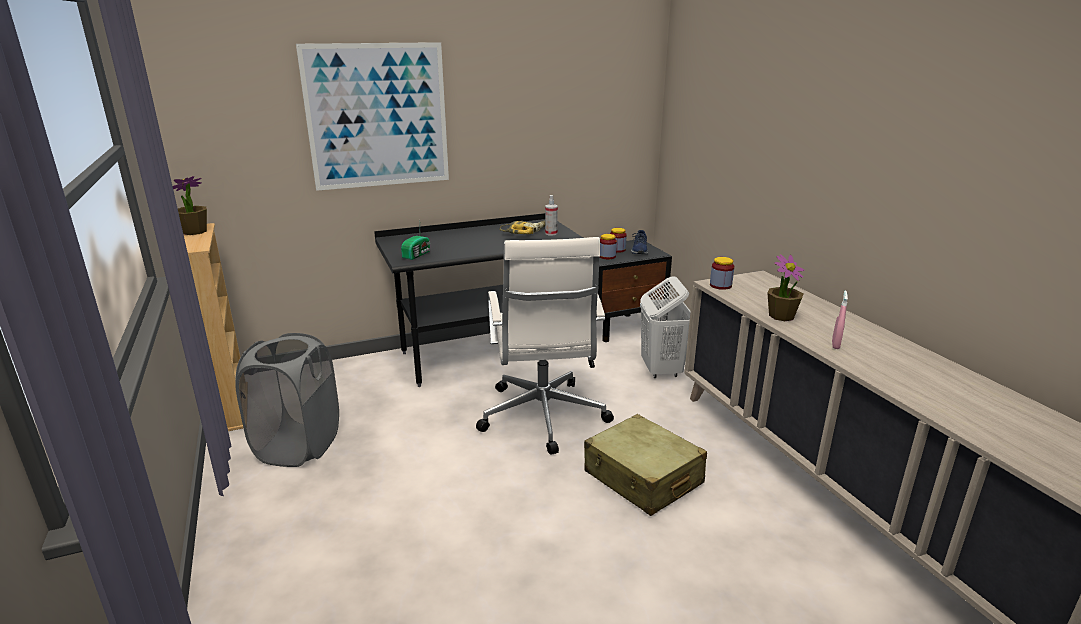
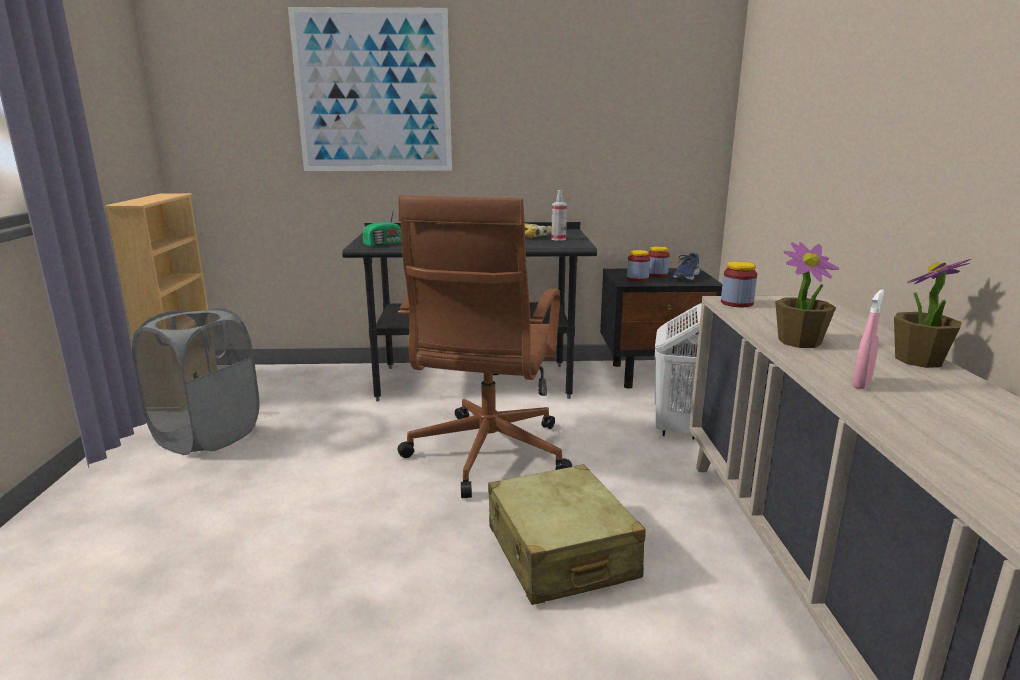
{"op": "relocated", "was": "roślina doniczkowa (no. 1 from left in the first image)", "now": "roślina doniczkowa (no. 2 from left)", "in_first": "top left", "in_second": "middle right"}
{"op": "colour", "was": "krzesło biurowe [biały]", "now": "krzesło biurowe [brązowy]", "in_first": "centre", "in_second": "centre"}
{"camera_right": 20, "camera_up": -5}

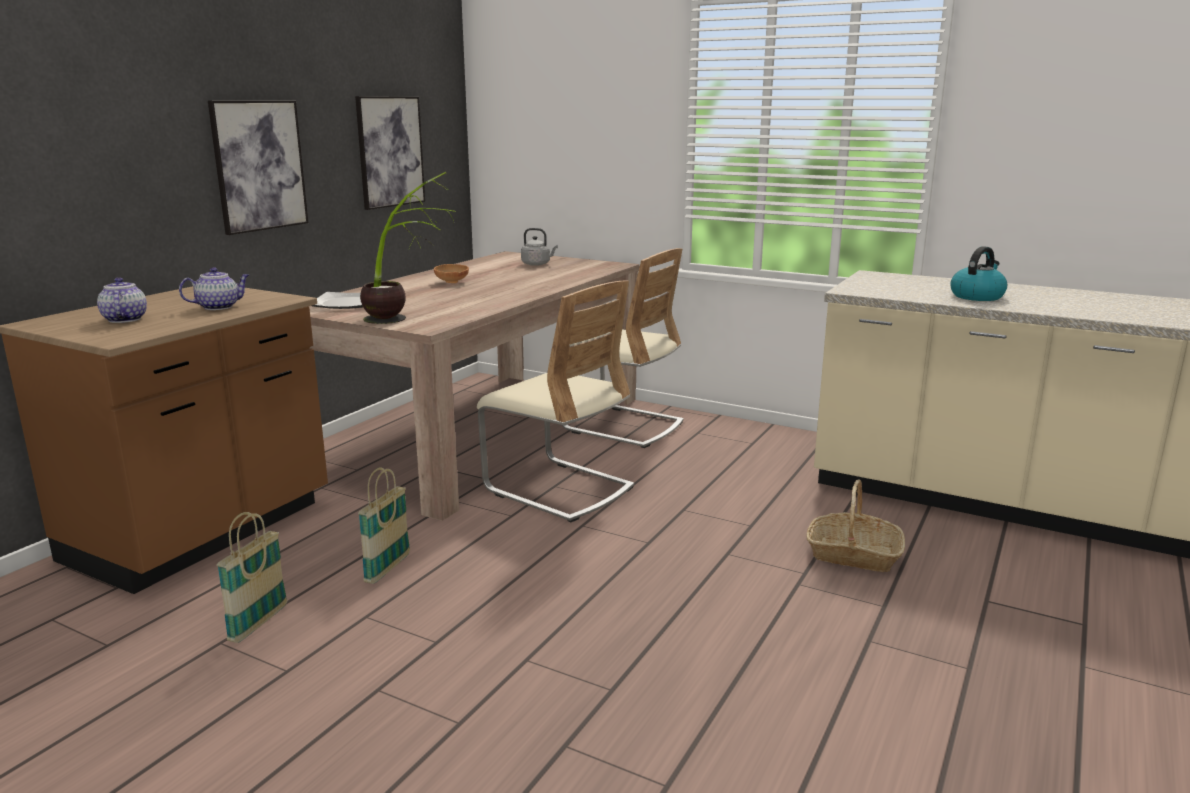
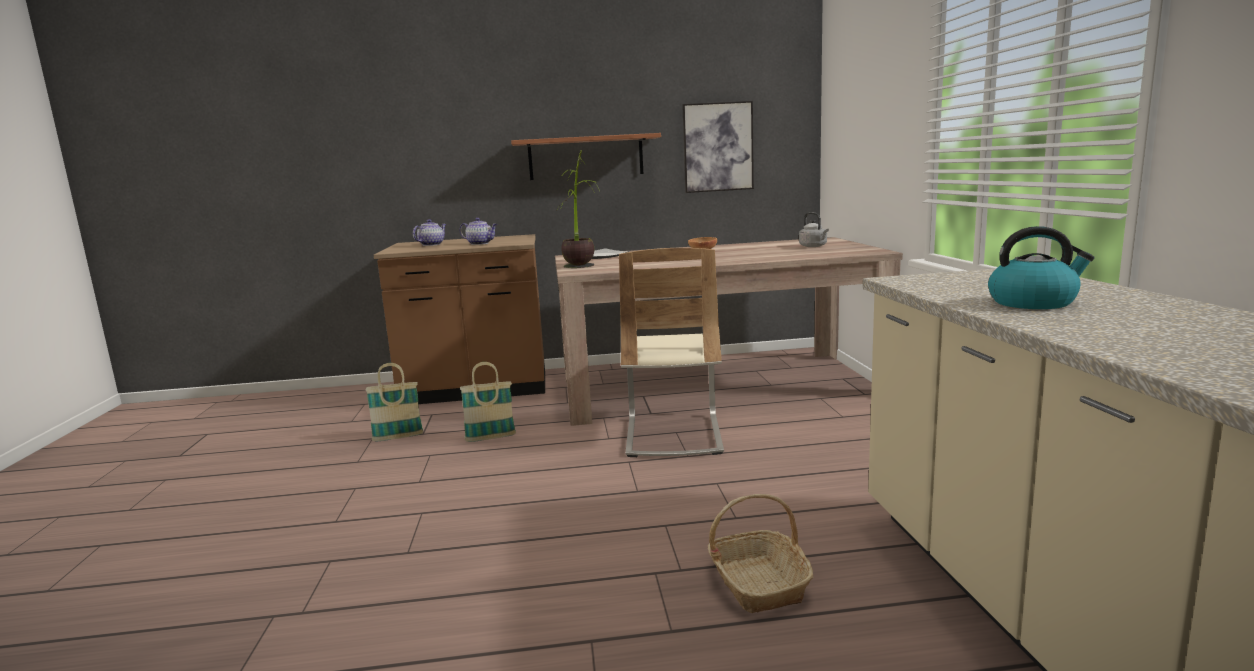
{"op": "exchanged", "was": "obraz (no. 1 from left)", "now": "półka", "in_first": "top left", "in_second": "top centre"}
{"op": "missing", "was": "krzesło [beżowy] (no. 2 from left)", "in_first": "centre"}
{"camera_right": 55, "camera_up": -5}

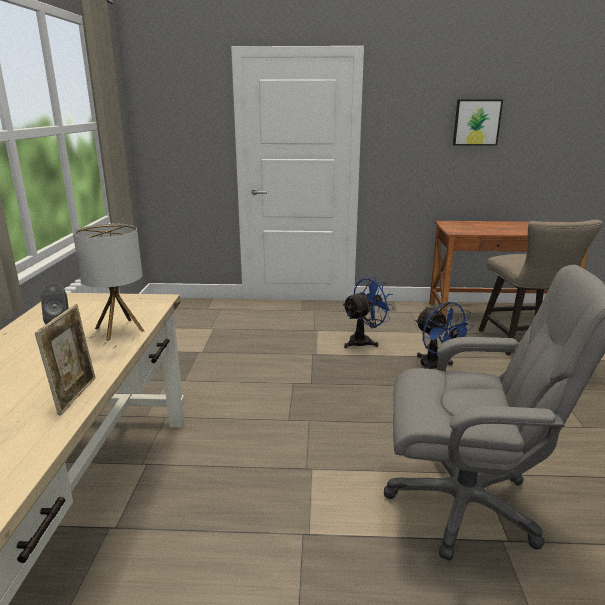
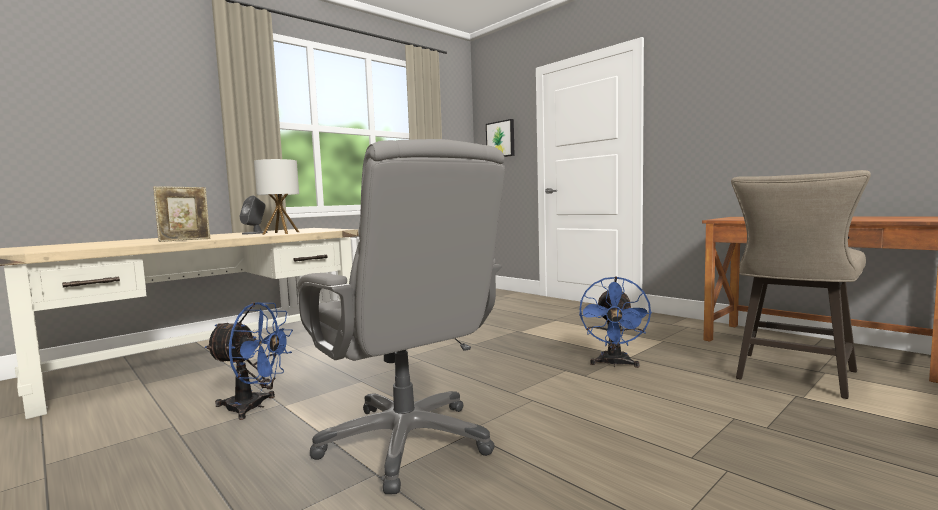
{"op": "relocated", "was": "wentylator [niebieski] (no. 1 from left)", "in_first": "centre", "in_second": "bottom left"}
{"op": "relocated", "was": "obraz", "in_first": "top right", "in_second": "top centre"}
{"camera_right": 45, "camera_up": -15}

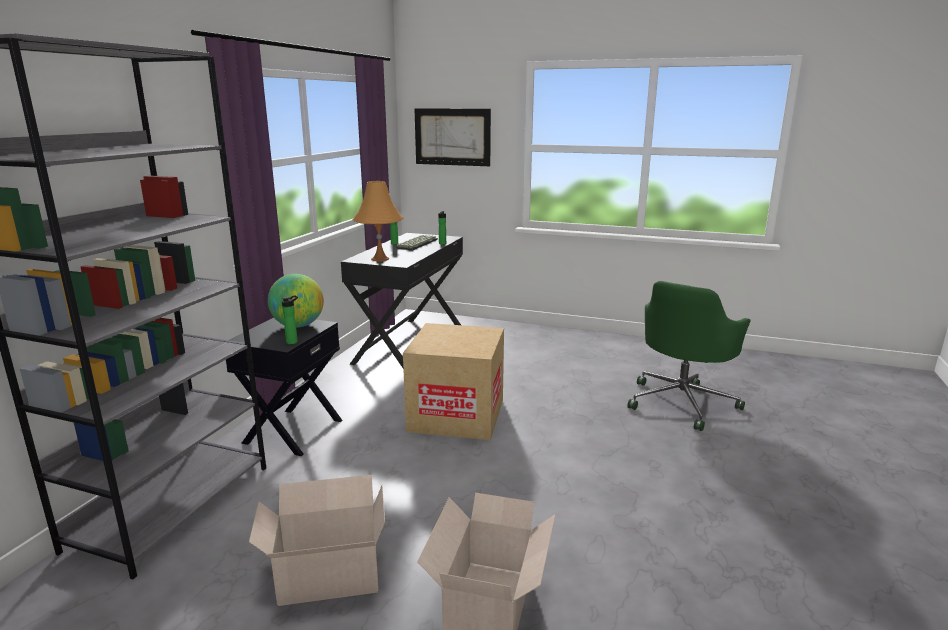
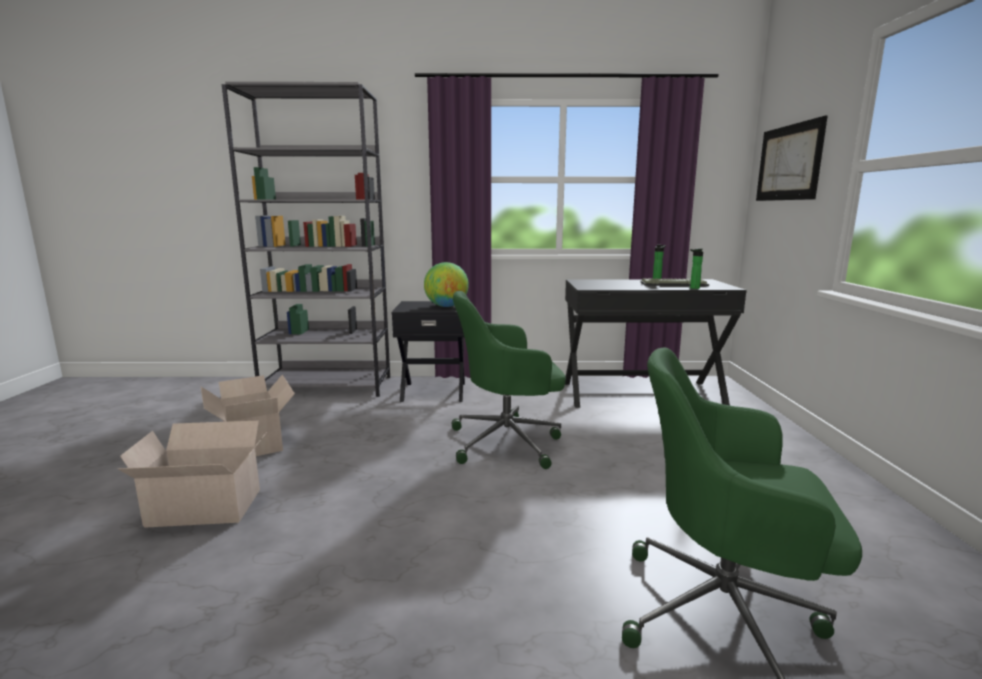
{"op": "missing", "was": "butelka (no. 1 from left)", "in_first": "middle left"}
{"op": "missing", "was": "lampa stołowa [pomarańczowy]", "in_first": "centre"}
{"op": "exchanged", "was": "karton (no. 2 from left)", "now": "krzesło biurowe [zielony] (no. 1 from left)", "in_first": "centre", "in_second": "centre"}
{"camera_right": 70, "camera_up": -5}

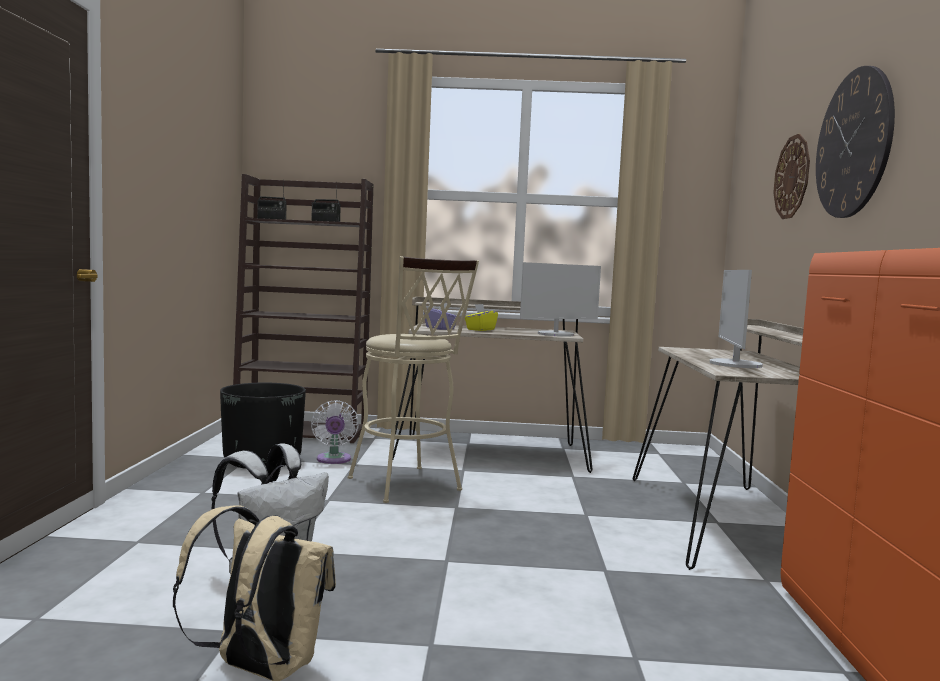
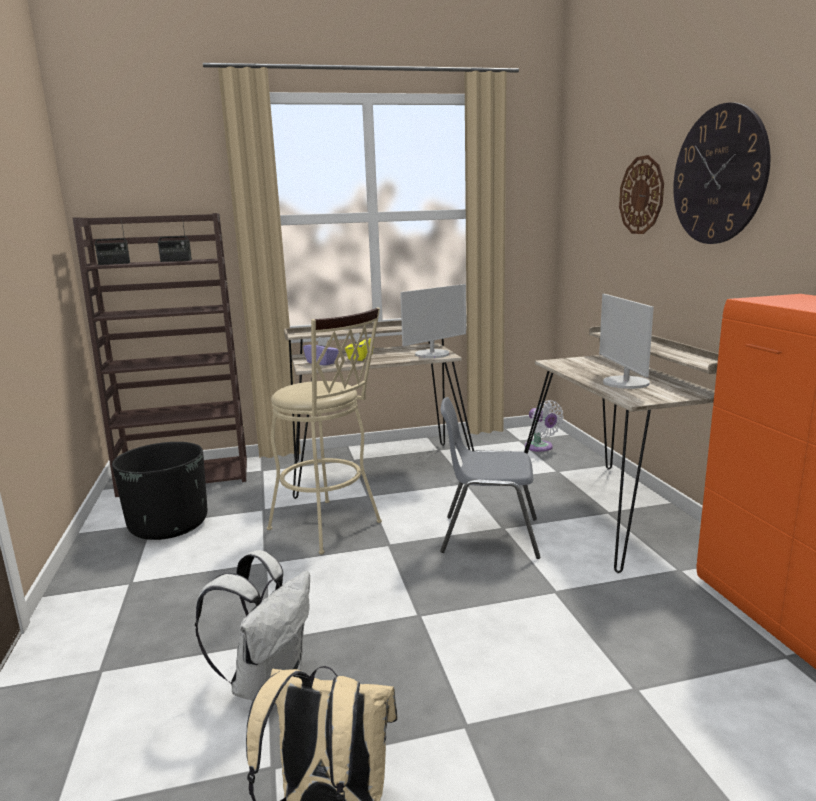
{"op": "relocated", "was": "wentylator [biały]", "in_first": "centre", "in_second": "middle right"}
{"op": "appeared", "now": "krzesło [szary]", "in_second": "centre"}
{"camera_right": -15, "camera_up": 10}

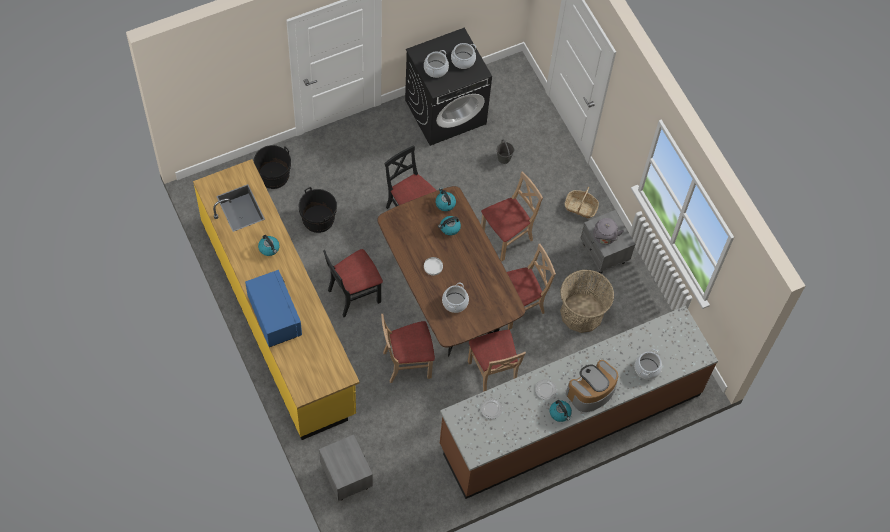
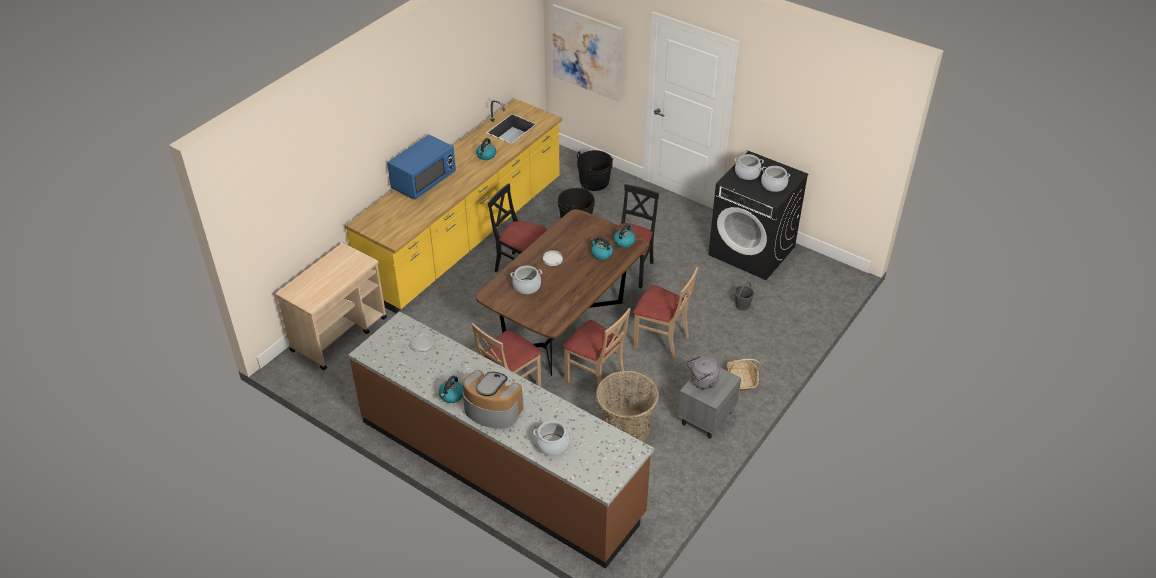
{"op": "exchanged", "was": "szafka nocna [szary] (no. 1 from left)", "now": "wózek [beżowy]", "in_first": "bottom centre", "in_second": "middle left"}
{"op": "missing", "was": "krzesło [beżowy] (no. 1 from left)", "in_first": "centre"}
{"op": "appeared", "now": "obraz", "in_second": "top centre"}
{"camera_right": 65, "camera_up": -20}

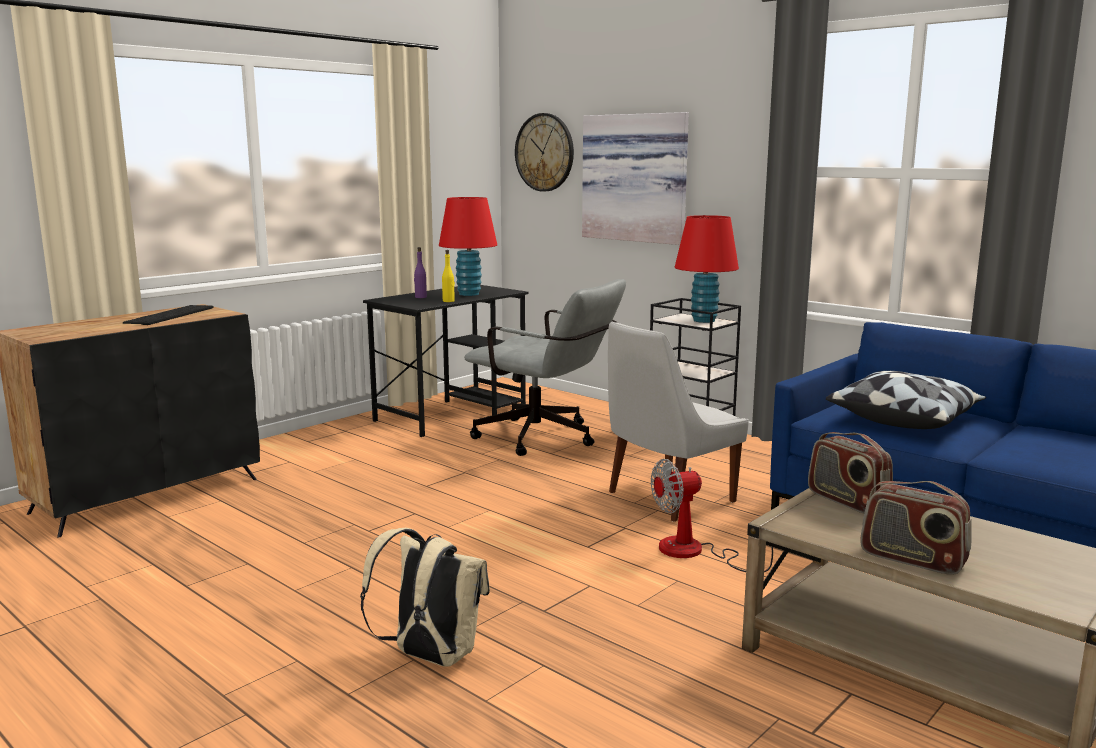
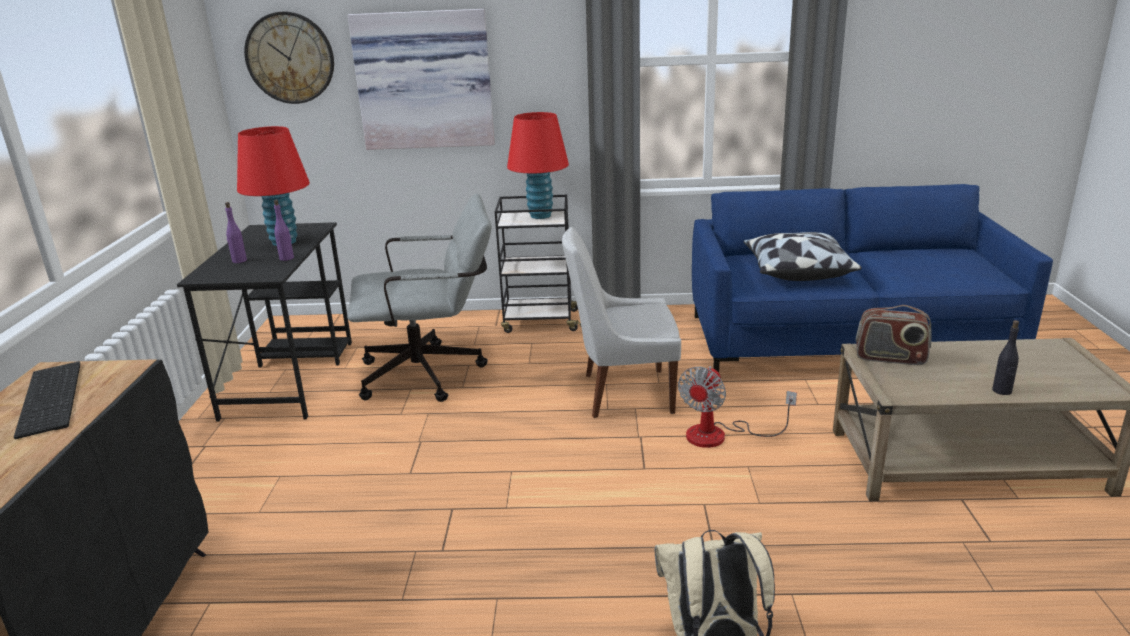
{"op": "colour", "was": "butelka [żółty]", "now": "butelka [fioletowy] (no. 2 from left)", "in_first": "centre", "in_second": "middle left"}
{"op": "spun", "was": "krzesło [biały]", "in_first": "centre", "in_second": "centre", "clockwise": 75}
{"op": "exchanged", "was": "radio (no. 2 from left)", "now": "butelka [czarny]", "in_first": "bottom right", "in_second": "middle right"}
{"camera_right": -40, "camera_up": 10}

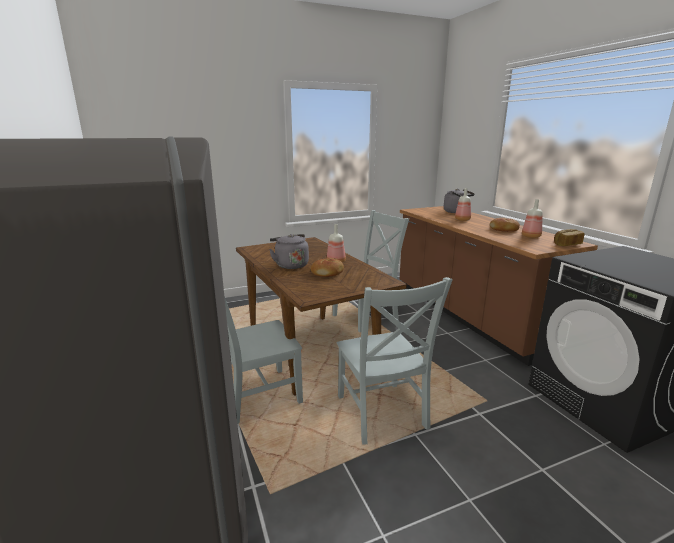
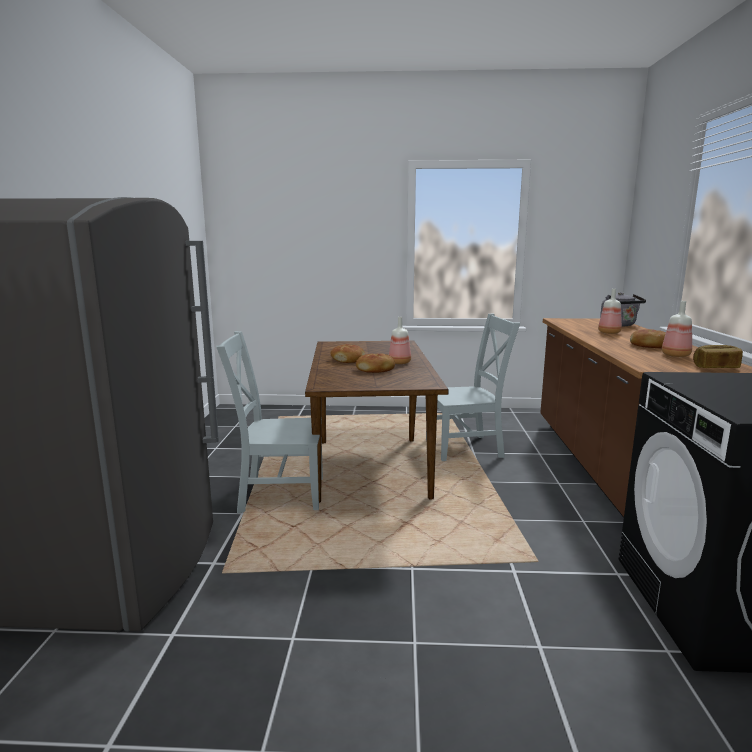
{"op": "exchanged", "was": "czajnik [szary] (no. 1 from left)", "now": "chleb (no. 1 from left)", "in_first": "centre", "in_second": "centre"}
{"op": "missing", "was": "krzesło [szary] (no. 3 from left)", "in_first": "centre"}
{"camera_right": 25, "camera_up": -5}

